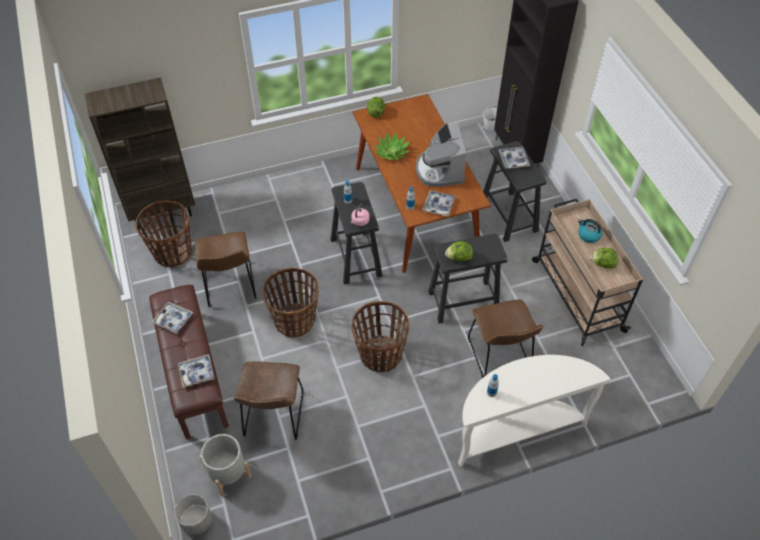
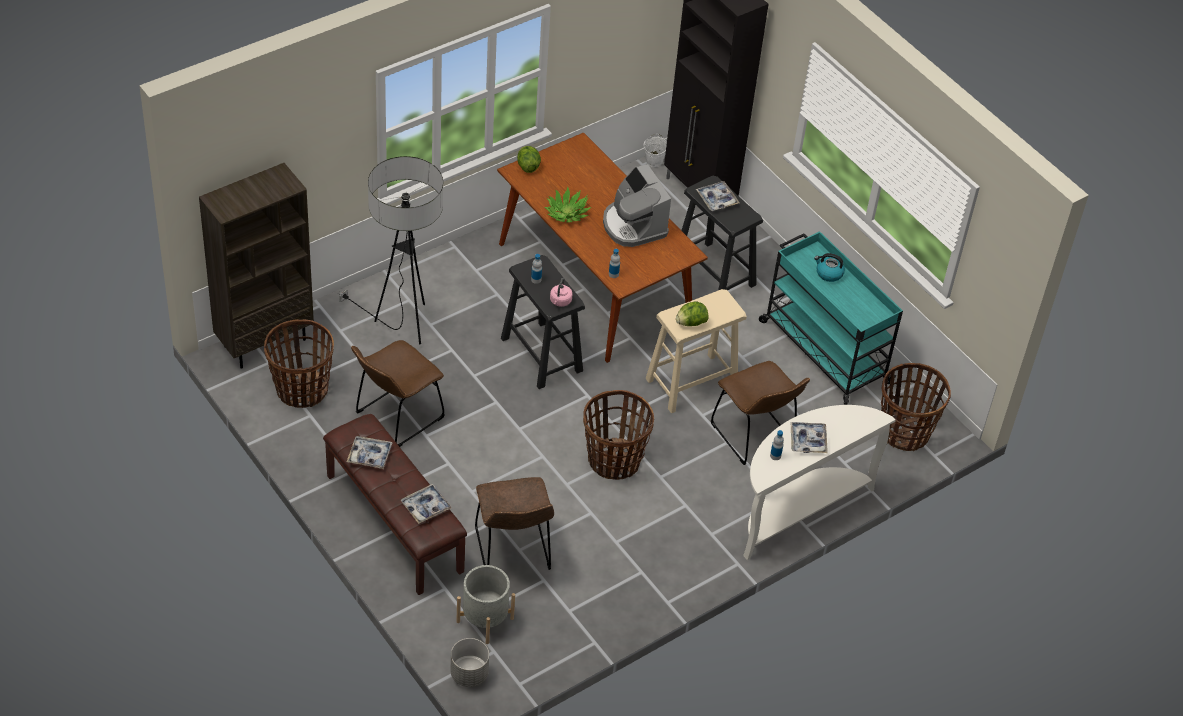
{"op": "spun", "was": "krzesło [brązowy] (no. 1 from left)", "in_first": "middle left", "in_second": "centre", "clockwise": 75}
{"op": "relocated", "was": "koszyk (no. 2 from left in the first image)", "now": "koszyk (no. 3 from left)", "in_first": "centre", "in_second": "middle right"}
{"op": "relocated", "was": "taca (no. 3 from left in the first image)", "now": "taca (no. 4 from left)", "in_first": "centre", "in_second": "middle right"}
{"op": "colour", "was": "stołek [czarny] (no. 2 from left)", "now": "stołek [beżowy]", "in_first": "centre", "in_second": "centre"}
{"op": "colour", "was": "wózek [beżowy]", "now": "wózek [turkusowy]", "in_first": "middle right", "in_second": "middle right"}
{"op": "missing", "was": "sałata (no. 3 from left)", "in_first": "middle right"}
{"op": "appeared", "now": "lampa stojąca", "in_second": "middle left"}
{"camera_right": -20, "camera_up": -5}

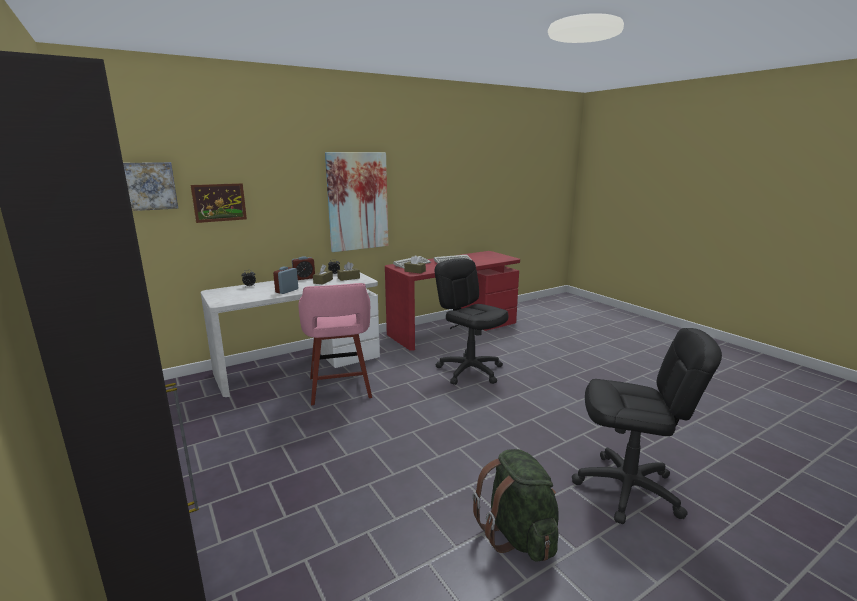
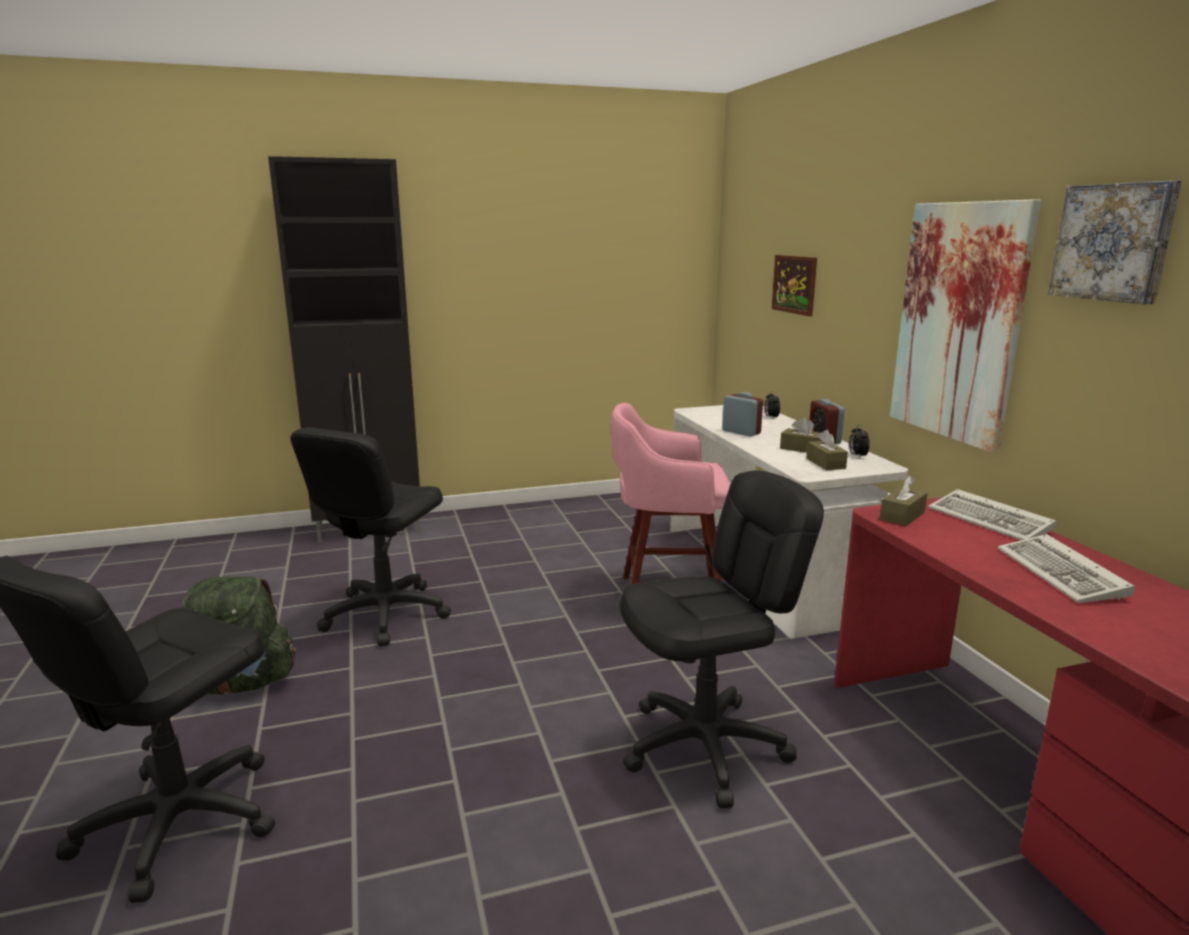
{"op": "relocated", "was": "obraz (no. 1 from left in the first image)", "now": "obraz (no. 3 from left)", "in_first": "top left", "in_second": "top right"}
{"op": "appeared", "now": "krzesło biurowe [czarny] (no. 2 from left)", "in_second": "middle left"}
{"camera_right": 105, "camera_up": 0}

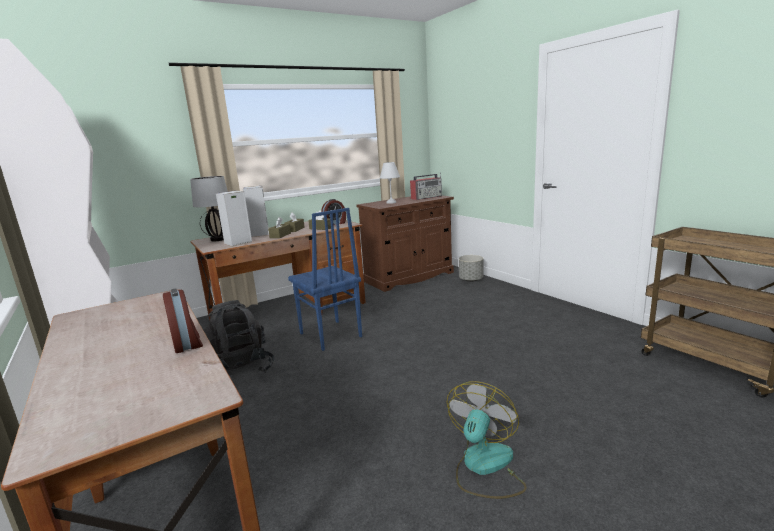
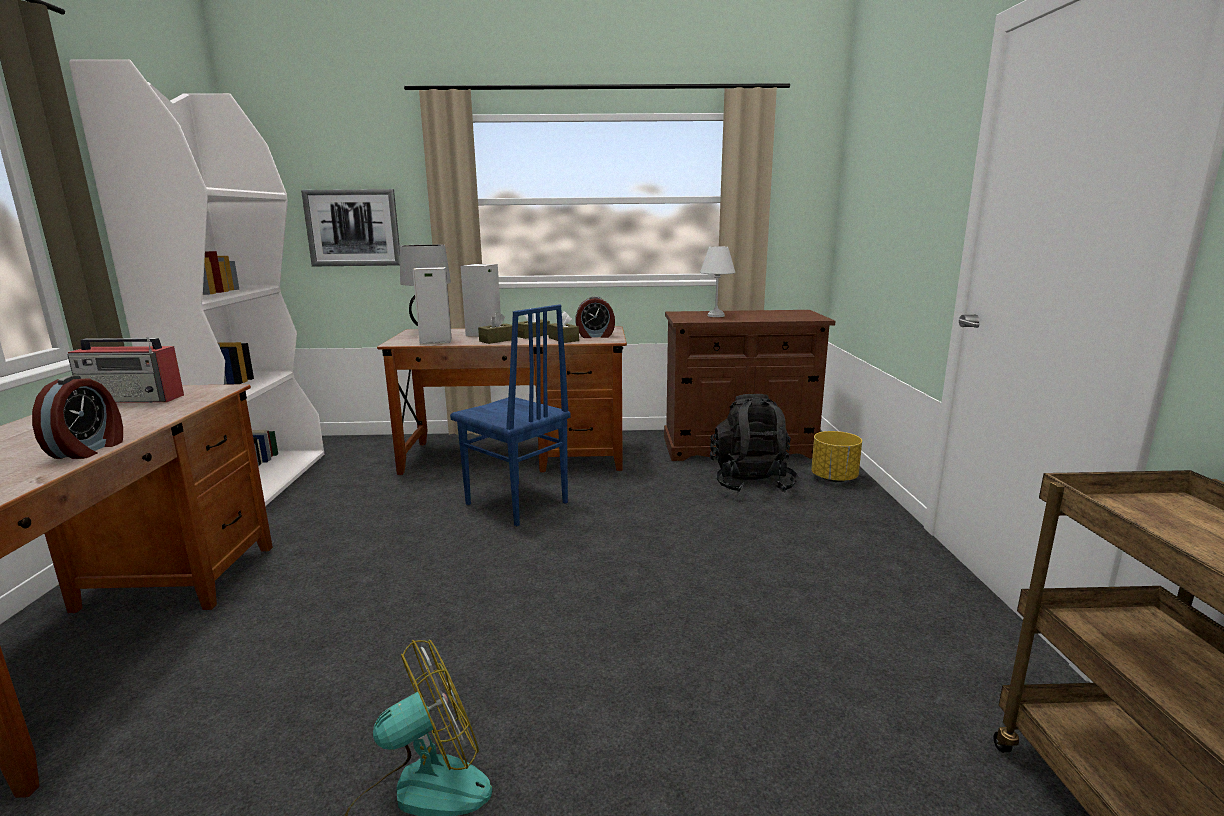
{"op": "relocated", "was": "plecak [czarny]", "in_first": "middle left", "in_second": "centre"}
{"op": "spun", "was": "krzesło [niebieski]", "in_first": "centre", "in_second": "centre", "clockwise": -45}
{"op": "relocated", "was": "radio", "in_first": "centre", "in_second": "middle left"}
{"op": "colour", "was": "donica [szary]", "now": "donica [żółty]", "in_first": "centre", "in_second": "middle right"}
{"op": "appeared", "now": "obraz", "in_second": "top left"}
{"camera_right": 30, "camera_up": 0}

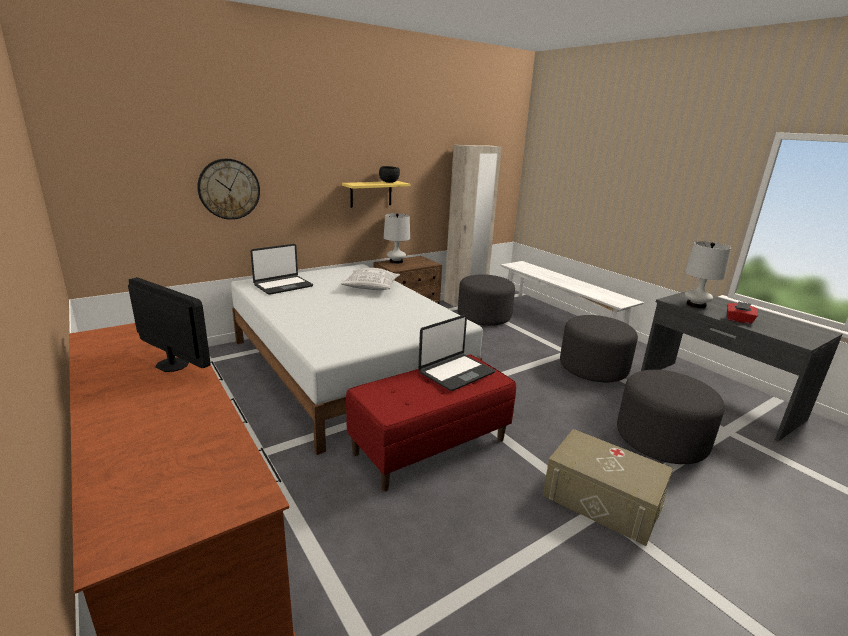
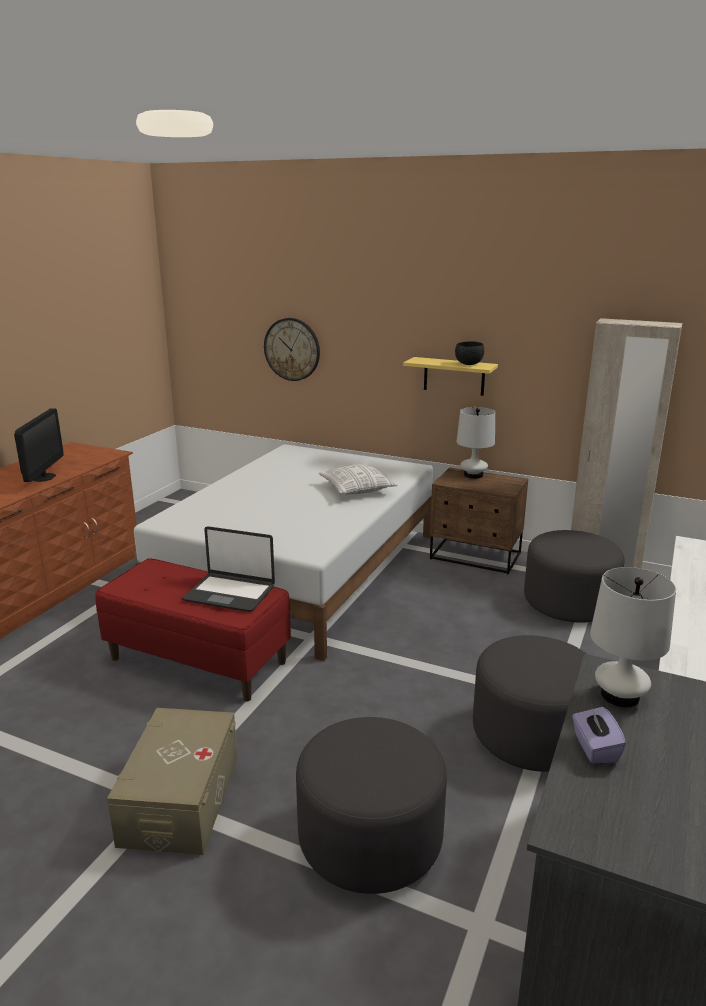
{"op": "missing", "was": "laptop (no. 1 from left)", "in_first": "middle left"}
{"op": "colour", "was": "pudełko chusteczek [czerwony]", "now": "pudełko chusteczek [fioletowy]", "in_first": "middle right", "in_second": "bottom right"}
{"camera_right": 60, "camera_up": 0}

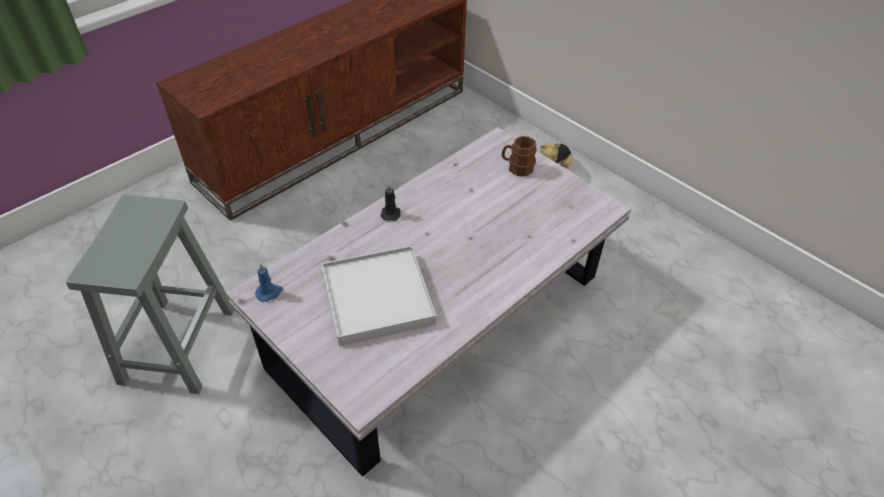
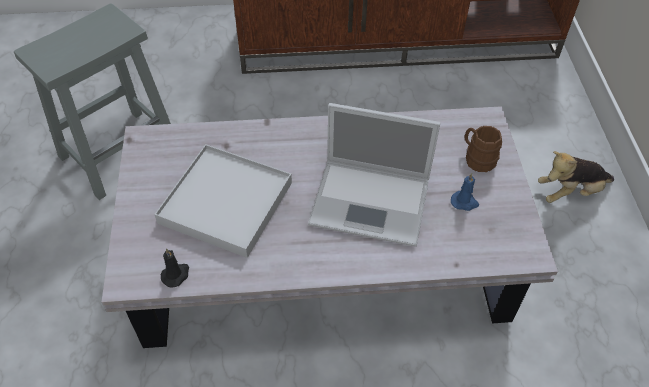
{"op": "relocated", "was": "świeca [niebieski]", "in_first": "middle left", "in_second": "middle right"}
{"op": "relocated", "was": "świeca [czarny]", "in_first": "centre", "in_second": "bottom left"}
{"op": "appeared", "now": "laptop", "in_second": "centre"}
{"camera_right": 40, "camera_up": 5}

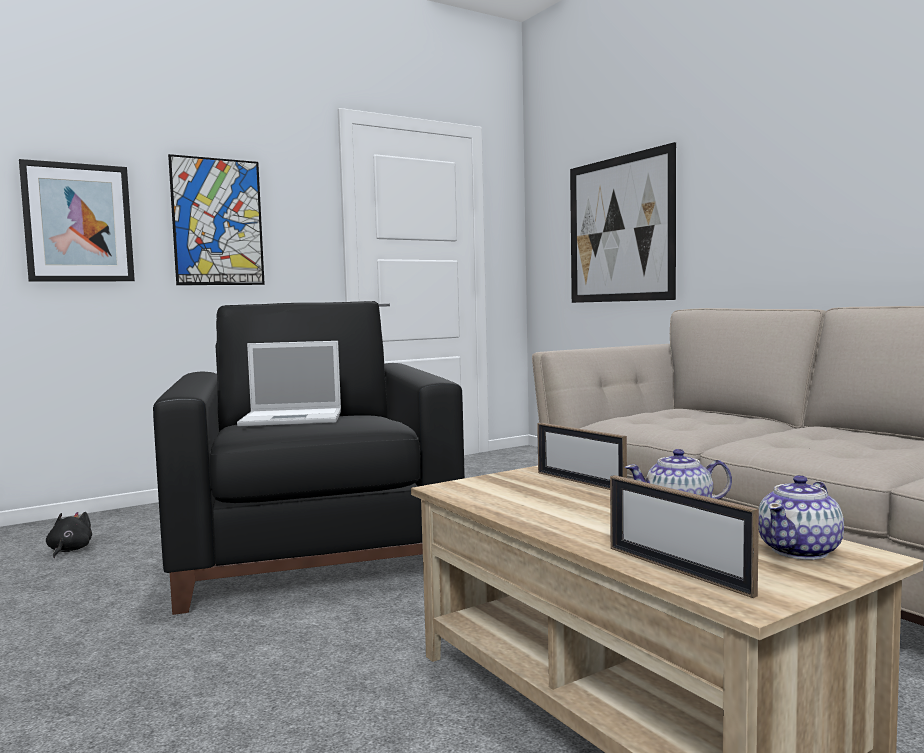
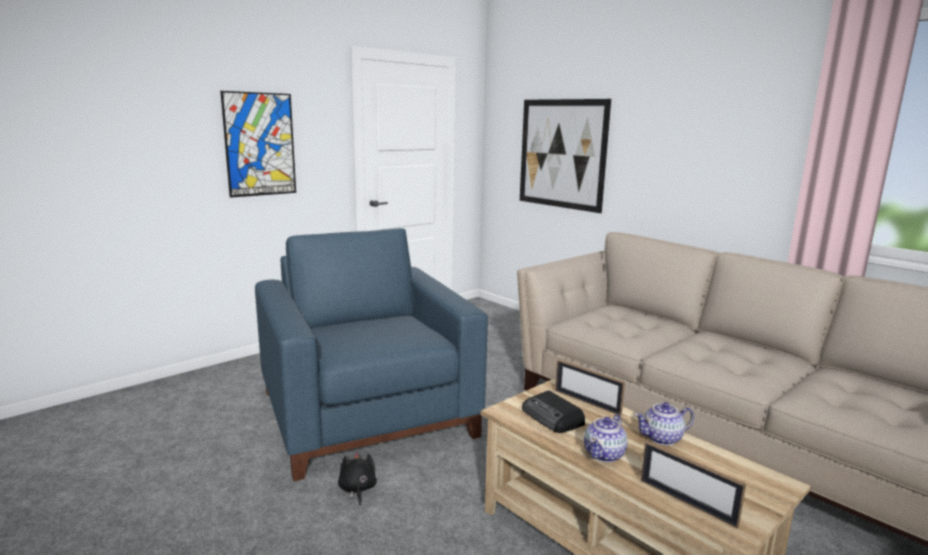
{"op": "missing", "was": "obraz (no. 1 from left)", "in_first": "top left"}
{"op": "relocated", "was": "pluszak [czarny]", "in_first": "bottom left", "in_second": "bottom centre"}
{"op": "colour", "was": "fotel [czarny]", "now": "fotel [niebieski]", "in_first": "centre", "in_second": "centre"}
{"op": "missing", "was": "laptop", "in_first": "middle left"}
{"op": "relocated", "was": "imbryk (no. 2 from left in the first image)", "now": "imbryk (no. 1 from left)", "in_first": "bottom right", "in_second": "bottom centre"}
{"op": "appeared", "now": "radio", "in_second": "bottom centre"}
{"camera_right": -10, "camera_up": 10}

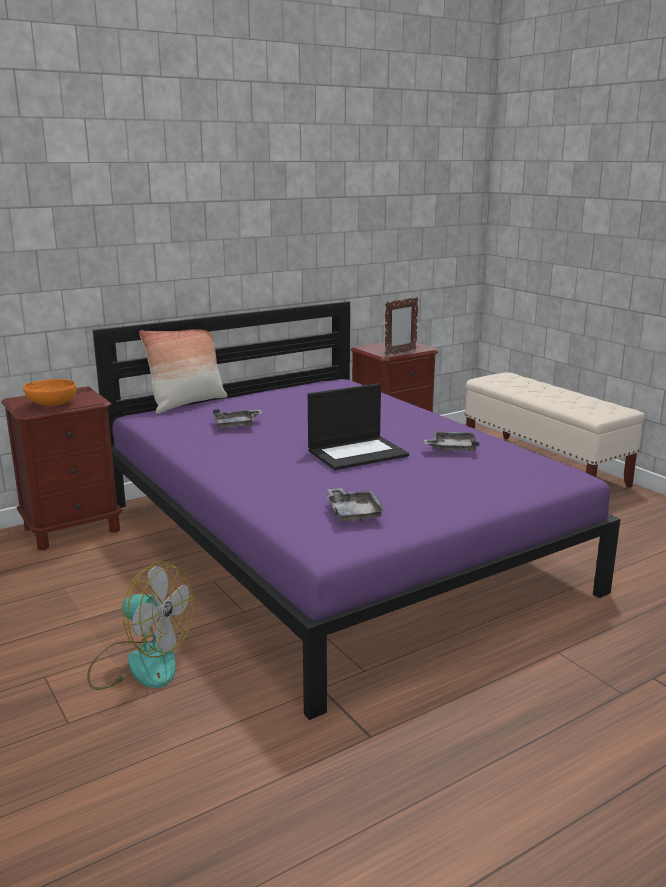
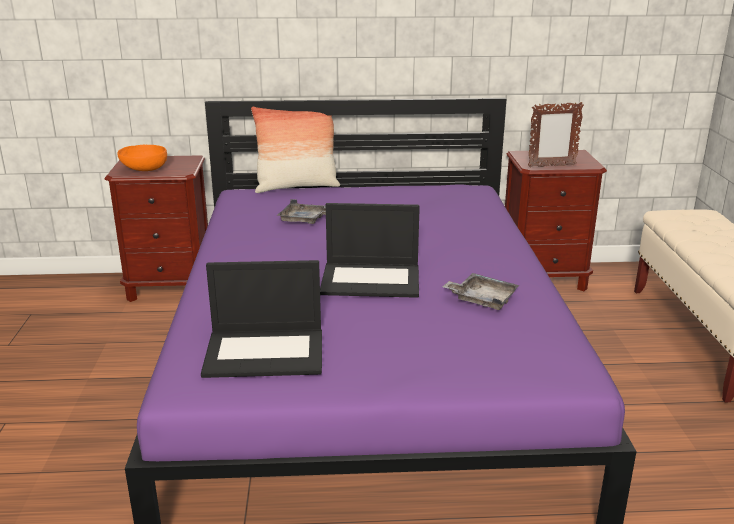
{"op": "missing", "was": "wentylator", "in_first": "bottom left"}
{"op": "exchanged", "was": "taca [szary] (no. 2 from left)", "now": "laptop (no. 1 from left)", "in_first": "centre", "in_second": "centre"}
{"camera_right": 30, "camera_up": 5}

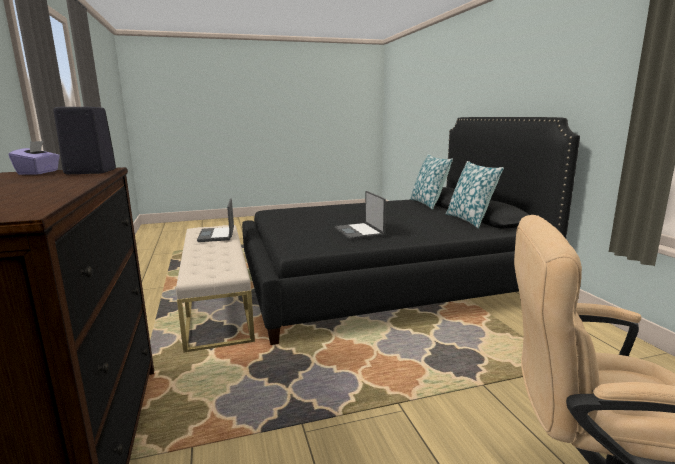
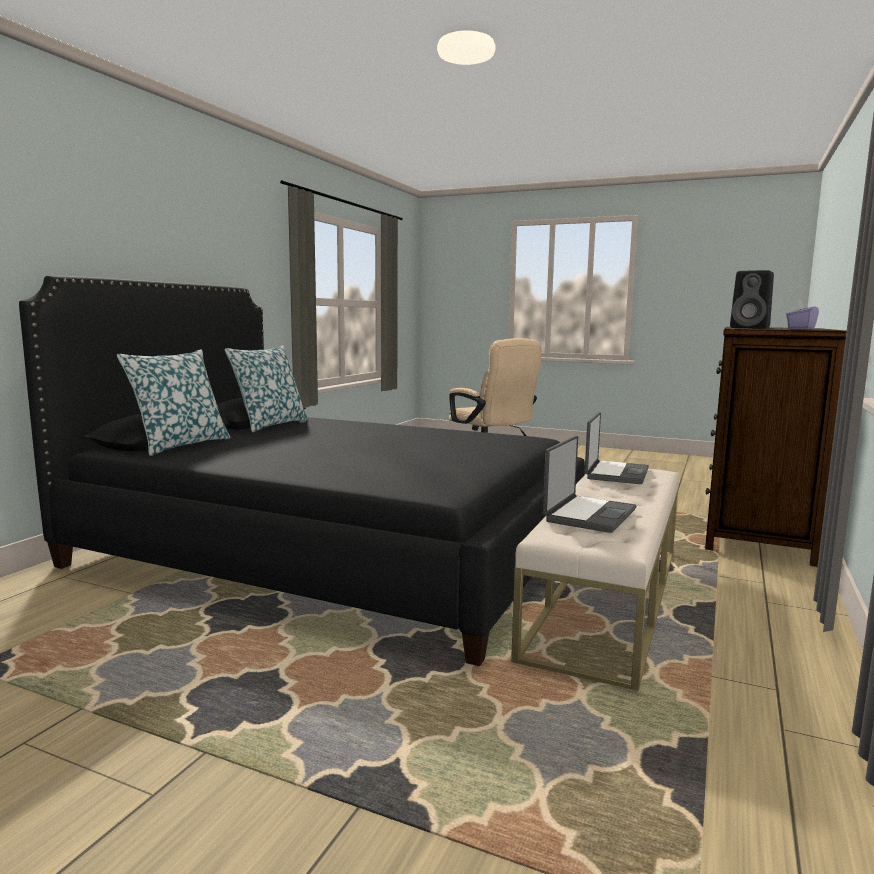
{"op": "relocated", "was": "laptop (no. 2 from left)", "in_first": "centre", "in_second": "middle right"}
{"camera_right": -140, "camera_up": -5}

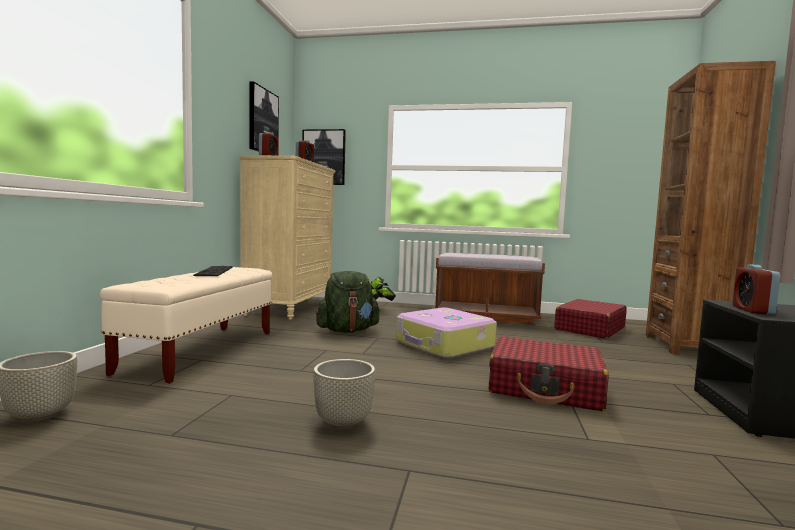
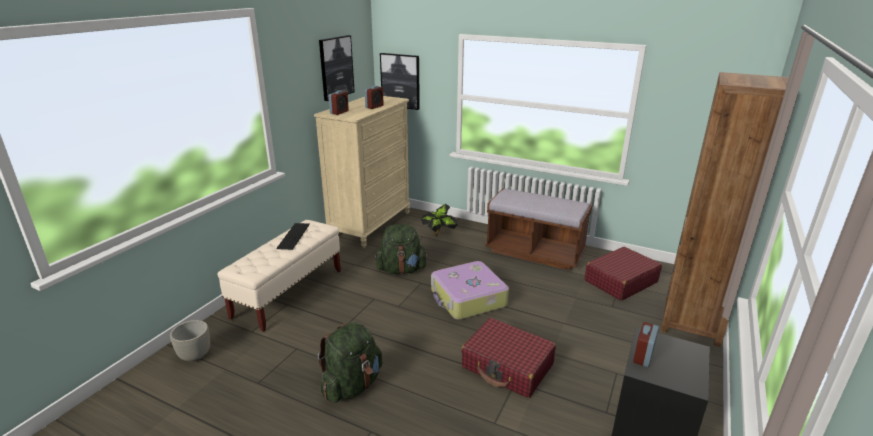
{"op": "exchanged", "was": "donica [szary] (no. 2 from left)", "now": "plecak [zielony] (no. 1 from left)", "in_first": "bottom centre", "in_second": "bottom centre"}
{"camera_right": 15, "camera_up": 20}

